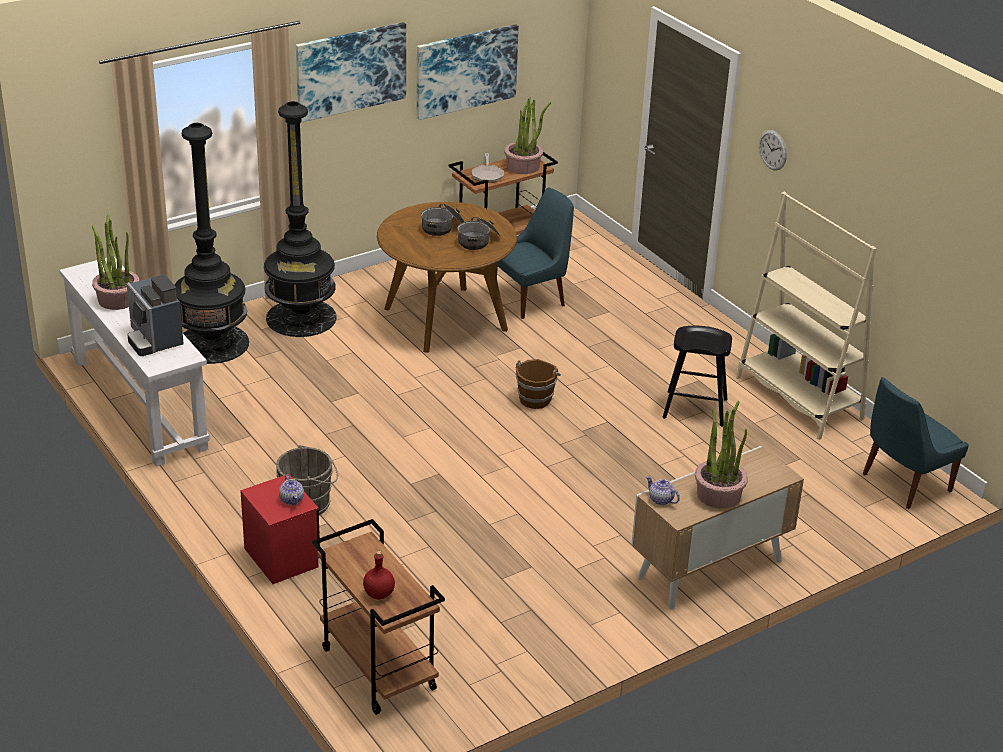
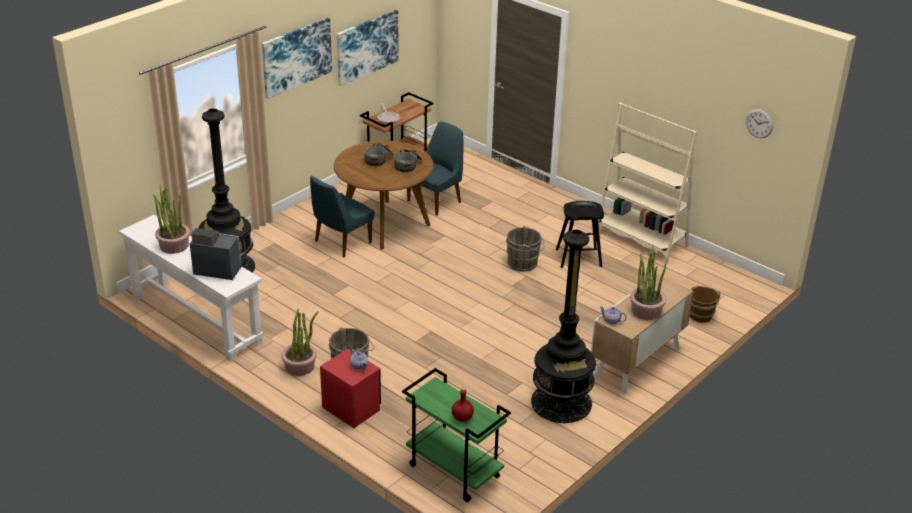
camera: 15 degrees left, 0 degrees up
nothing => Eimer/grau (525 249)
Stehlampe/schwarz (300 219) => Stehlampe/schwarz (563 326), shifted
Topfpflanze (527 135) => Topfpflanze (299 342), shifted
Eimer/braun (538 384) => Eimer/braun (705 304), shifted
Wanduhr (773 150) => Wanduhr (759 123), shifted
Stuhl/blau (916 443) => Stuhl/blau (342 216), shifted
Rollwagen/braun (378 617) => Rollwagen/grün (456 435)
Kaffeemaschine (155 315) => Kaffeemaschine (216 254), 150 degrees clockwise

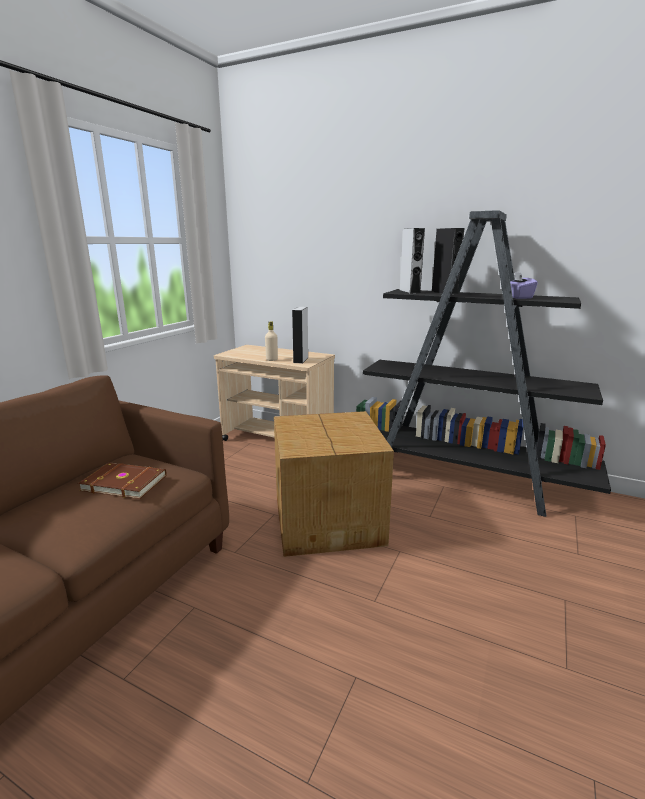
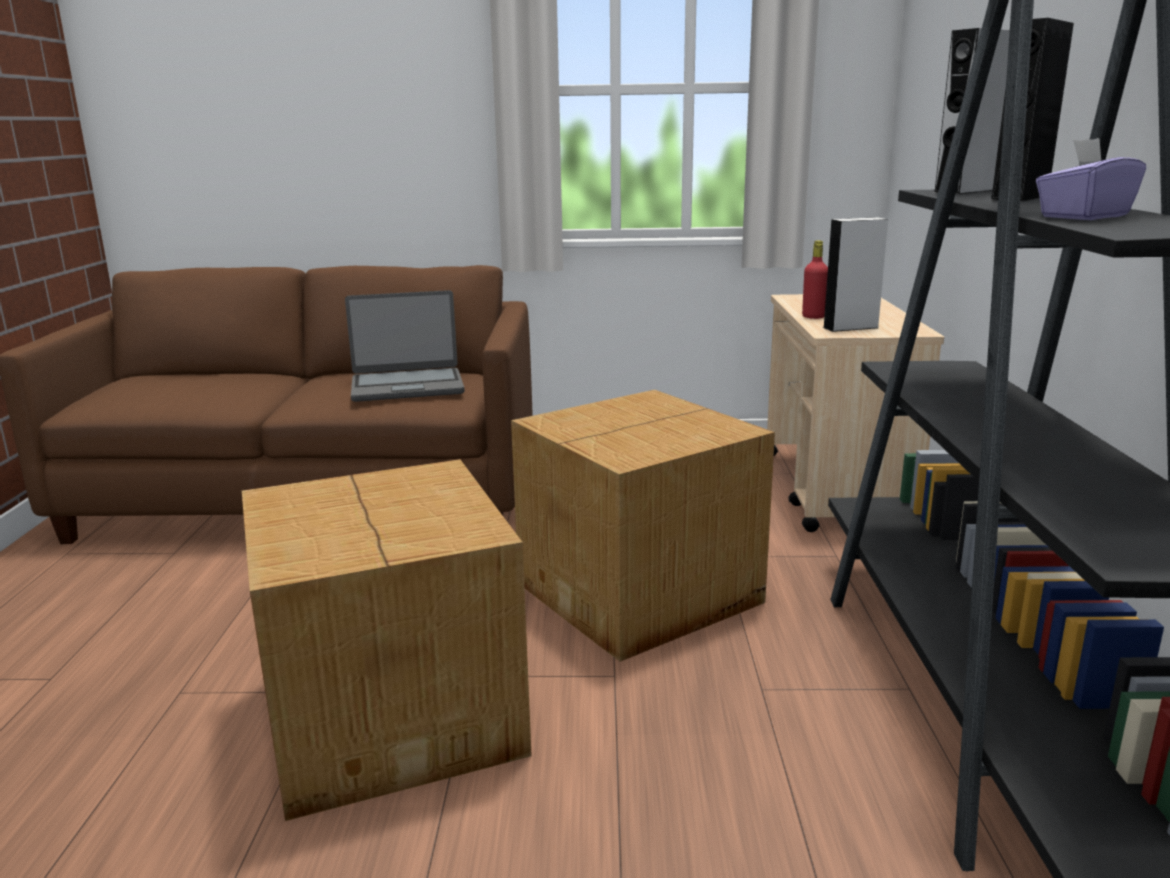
camera: 65 degrees right, 0 degrees up
nothing => Karton (387 640)
Buch/braun (122 480) => Laptop (405 346)
Flasche/beige (271 341) => Flasche/rot (815 279)

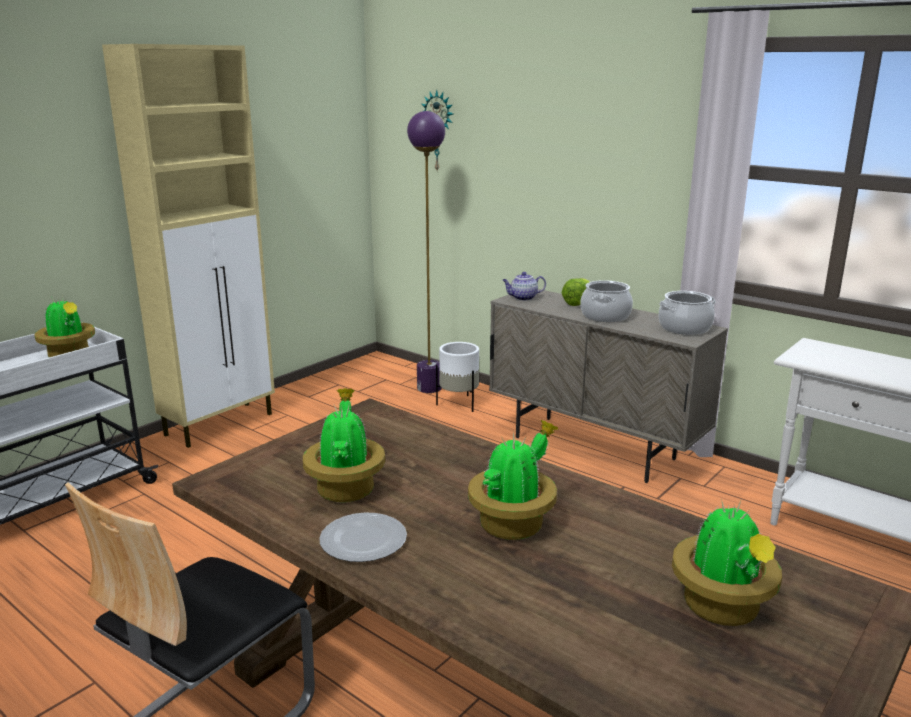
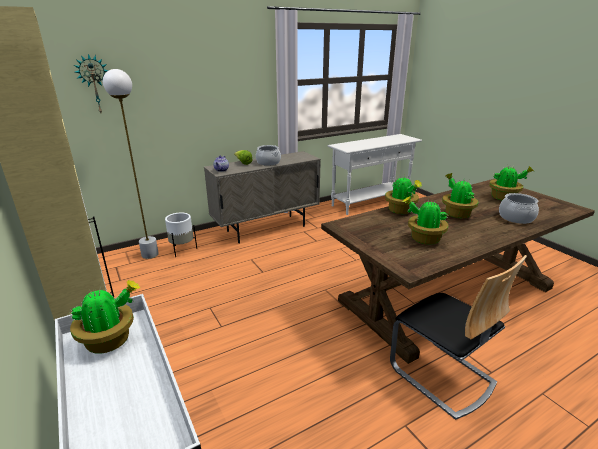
camera: 70 degrees left, 5 degrees up
Teller (363 537) => nothing
nothing => Topfpflanze (403 195)
Kochtopf (687 313) => Kochtopf (519 208), shifted
Stehlampe/lila (426 252) => Stehlampe/weiß (131 164)

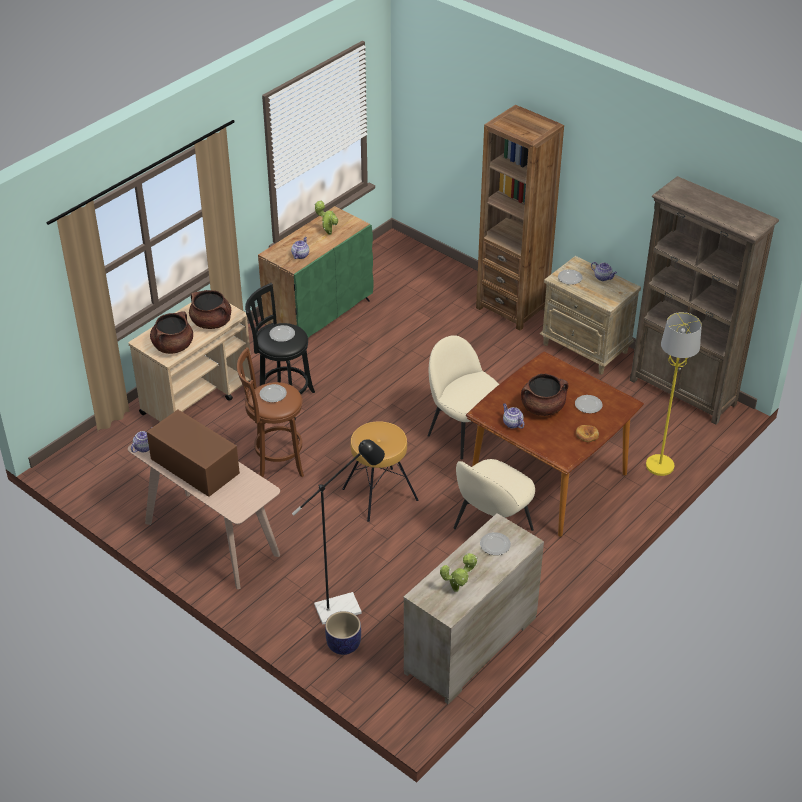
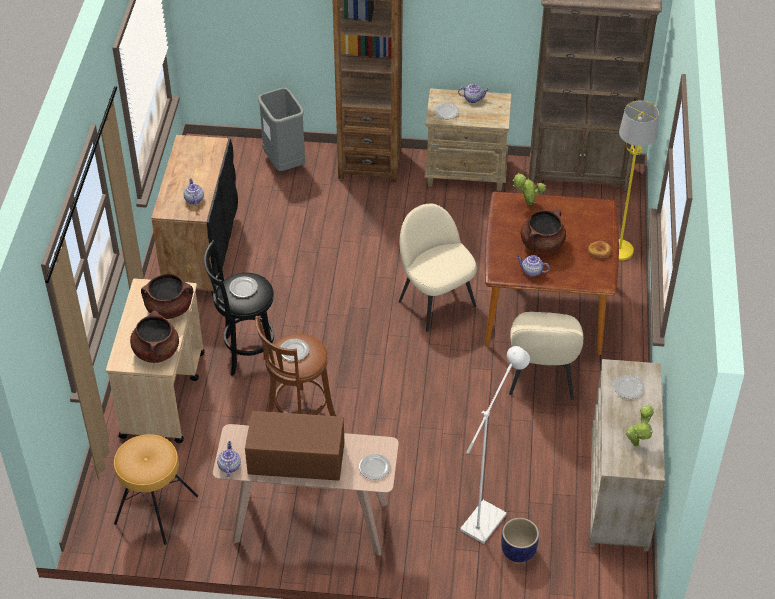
camera: 35 degrees left, 5 degrees up
nothing => Mülleimer/grau (281 129)
Topfpflanze (326 217) => Topfpflanze (529 189), shifted
Hocker/braun (380 471) => Hocker/braun (156 489), shifted
Teller (588 404) => Teller (375 467), shifted
Schrank/grün (315 271) => Schrank/schwarz (194 215)
Stehlampe/schwarz (338 532) => Stehlampe/weiß (495 445)
Stuhl/beige (463 397) => Stuhl/beige (438 268), 45 degrees clockwise

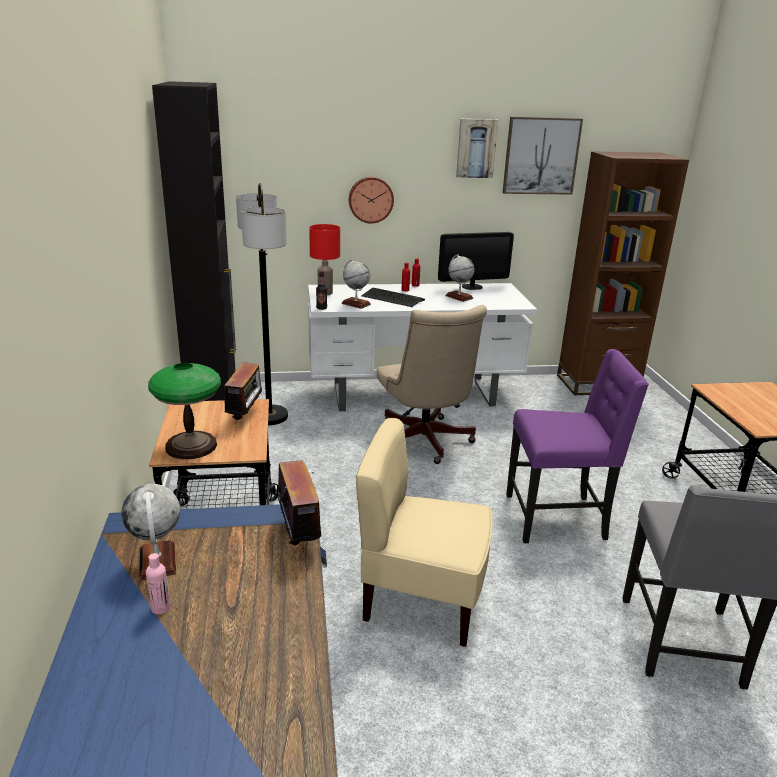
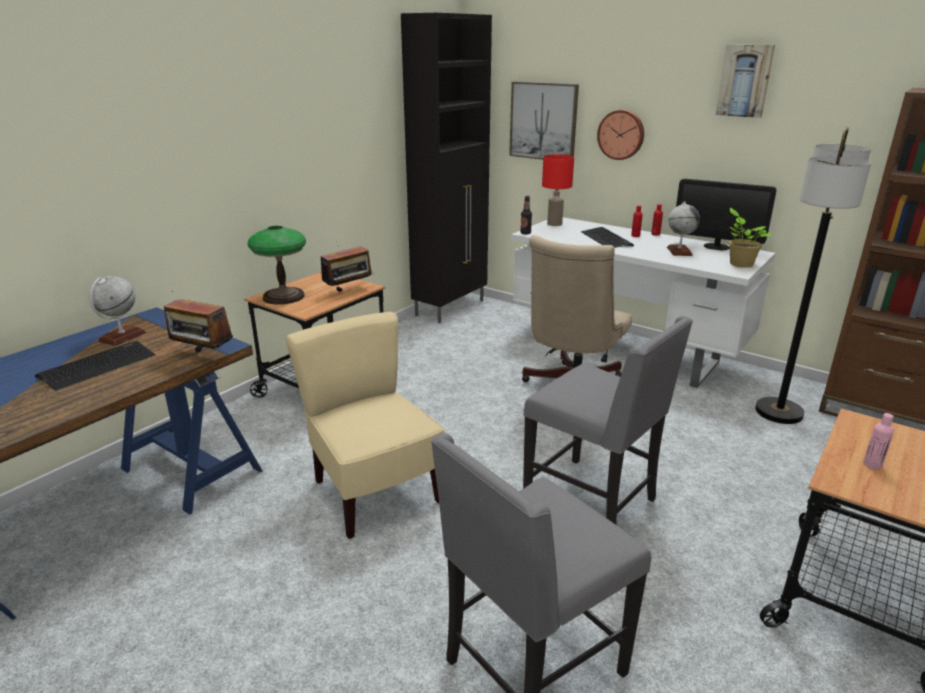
camera: 45 degrees right, 0 degrees up
Globus (356 284) => nothing
nothing => Tastatur (95 366)
nothing => Topfpflanze (751 238)
Flasche/rosa (158 583) => Flasche/rosa (878 441), shifted
Stehlampe (262 304) => Stehlampe (813 275), shifted
Bild (542 155) => Bild (544 121), shifted
Stuhl/lila (577 446) => Stuhl/grau (608 420)
Radio (301 506) => Radio (198 321), 90 degrees clockwise

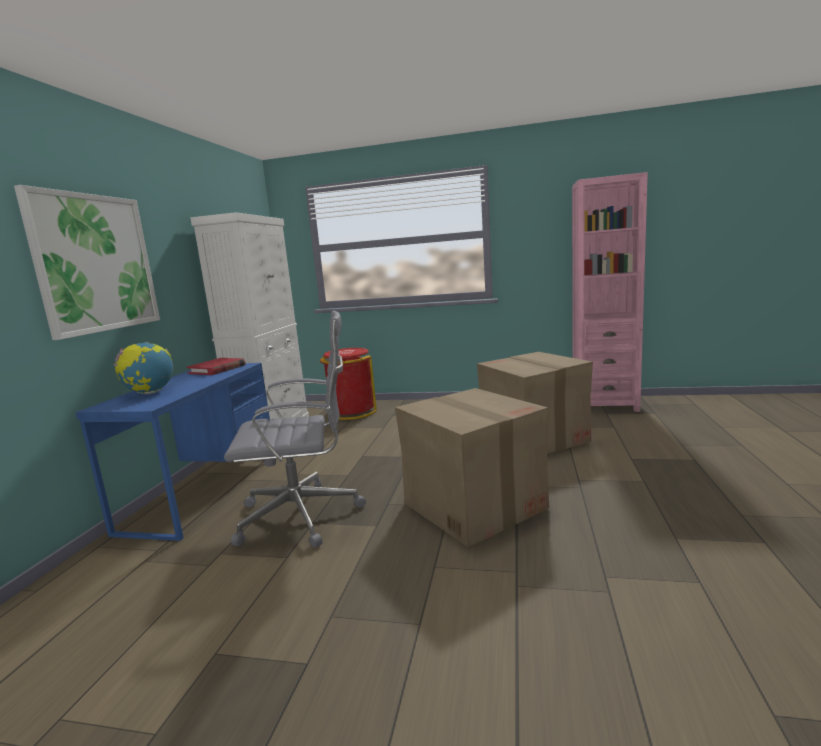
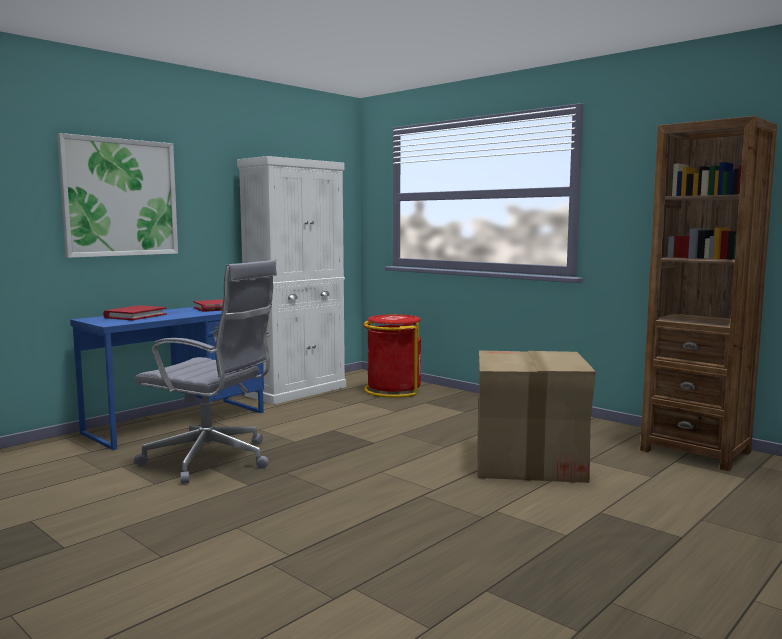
camera: 30 degrees right, 5 degrees down
Karton (472 467) => nothing
Globus (143 368) => Buch/rot (135 312)
Bücherregal/rosa (610 292) => Bücherregal/braun (708 293)

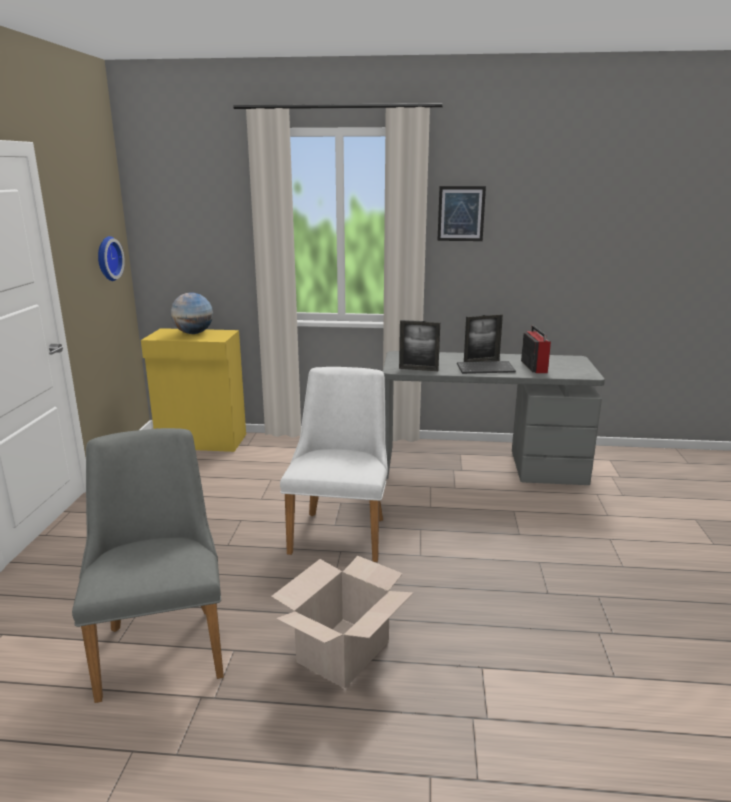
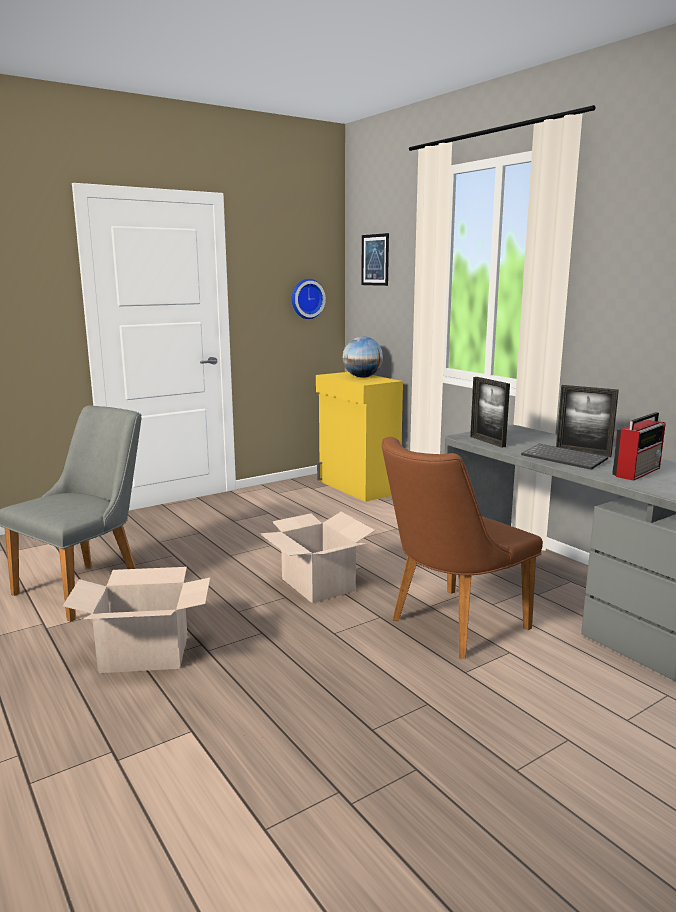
camera: 50 degrees right, 5 degrees down
nothing => Stuhl/braun (462 548)
Bild (461 213) => Bild (375 259), shifted
Stuhl/weiß (334 464) => Karton (317 557)

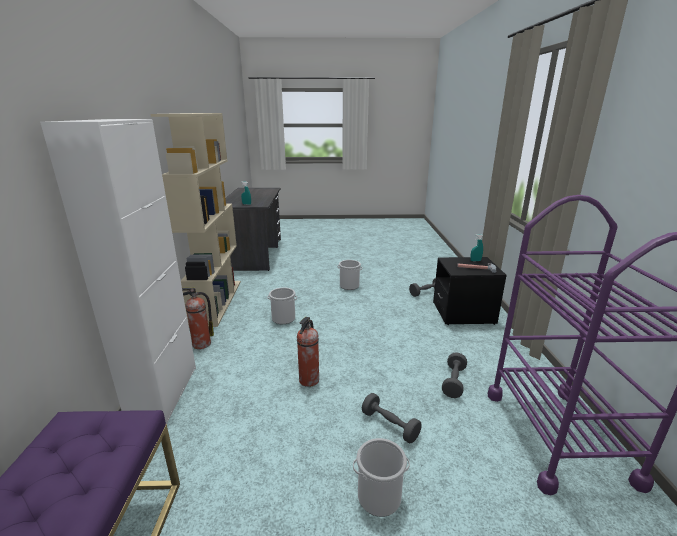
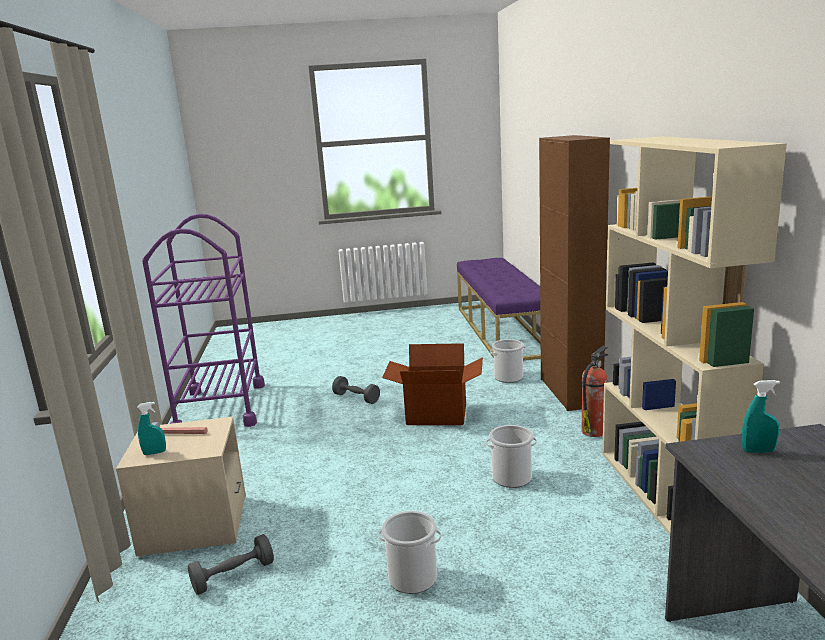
camera: 175 degrees right, 5 degrees down
Hantel/grau (454 375) => nothing
Eimer (381 477) => Eimer (508 361), shifted
Feuerlöscher (308 352) => Karton (432 384)
Schrank/weiß (118 271) => Schrank/braun (574 273)
Nachttisch/schwarz (470 291) => Nachttisch/beige (181 487)

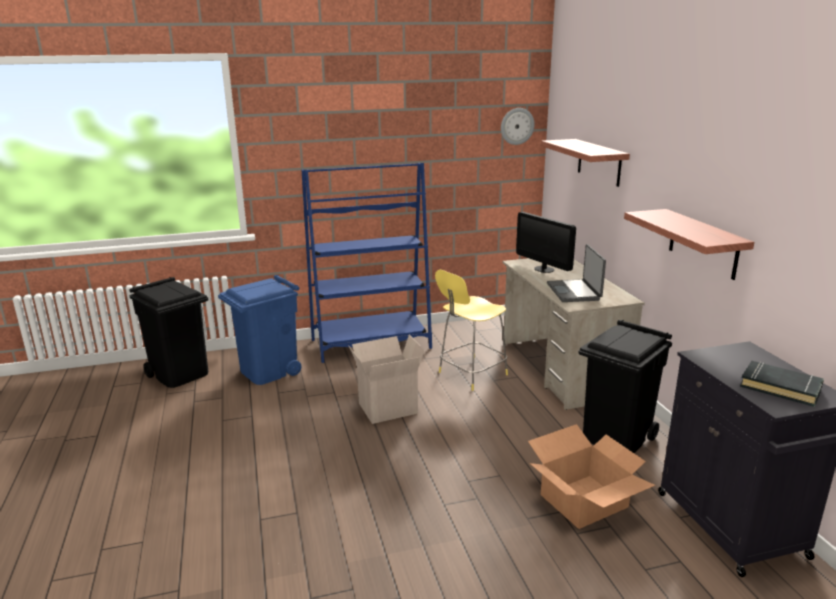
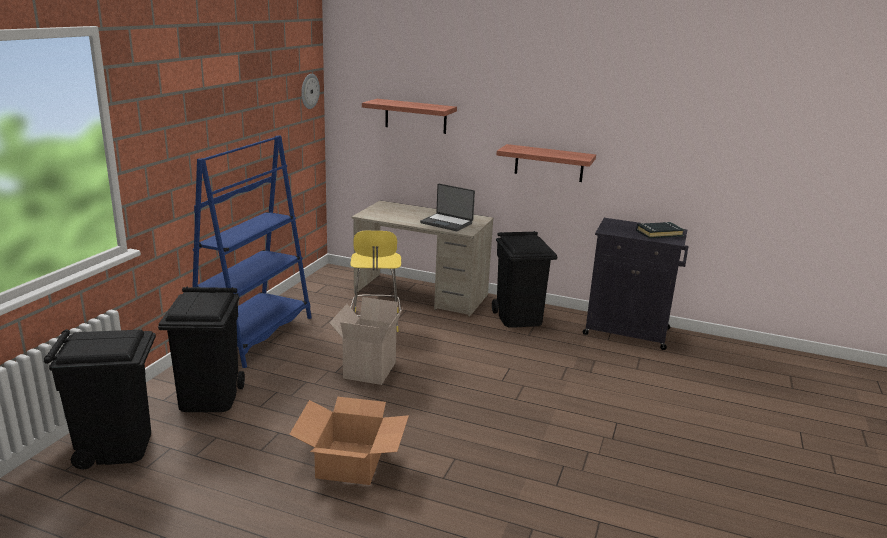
camera: 55 degrees left, 0 degrees up
Monitor (546 242) => nothing
Karton (591 476) => Karton (349 441), shifted
Mülleimer/blau (259 330) => Mülleimer/schwarz (201 349)

